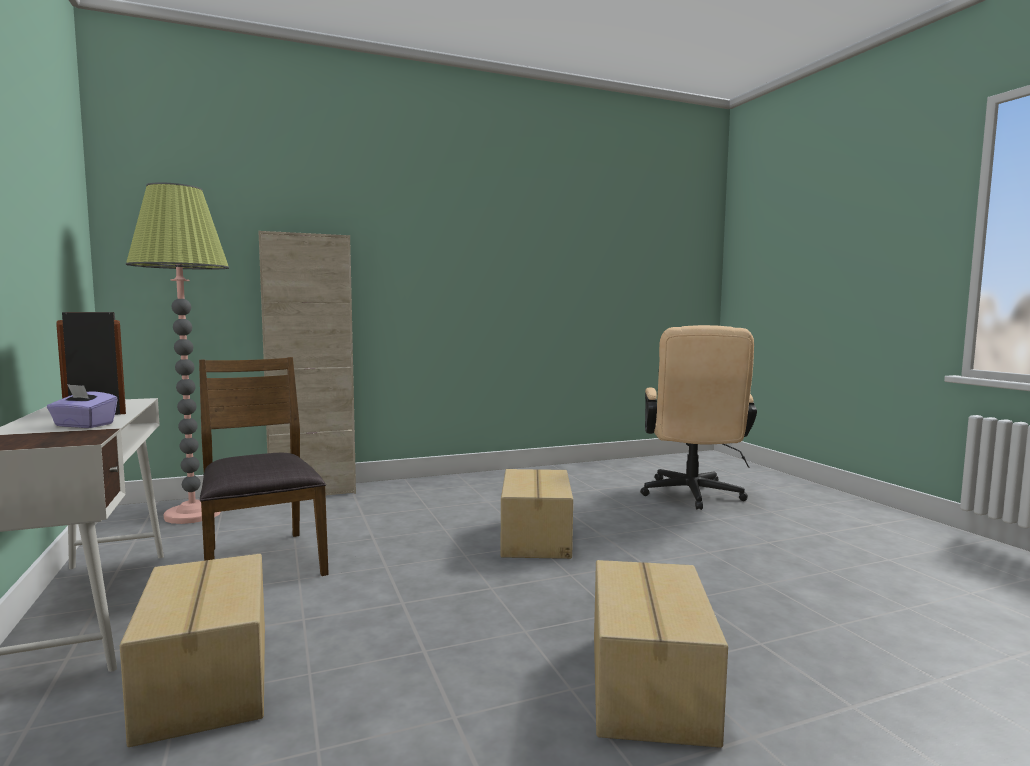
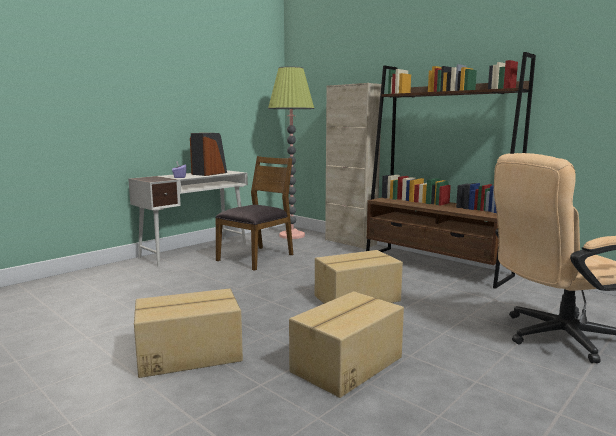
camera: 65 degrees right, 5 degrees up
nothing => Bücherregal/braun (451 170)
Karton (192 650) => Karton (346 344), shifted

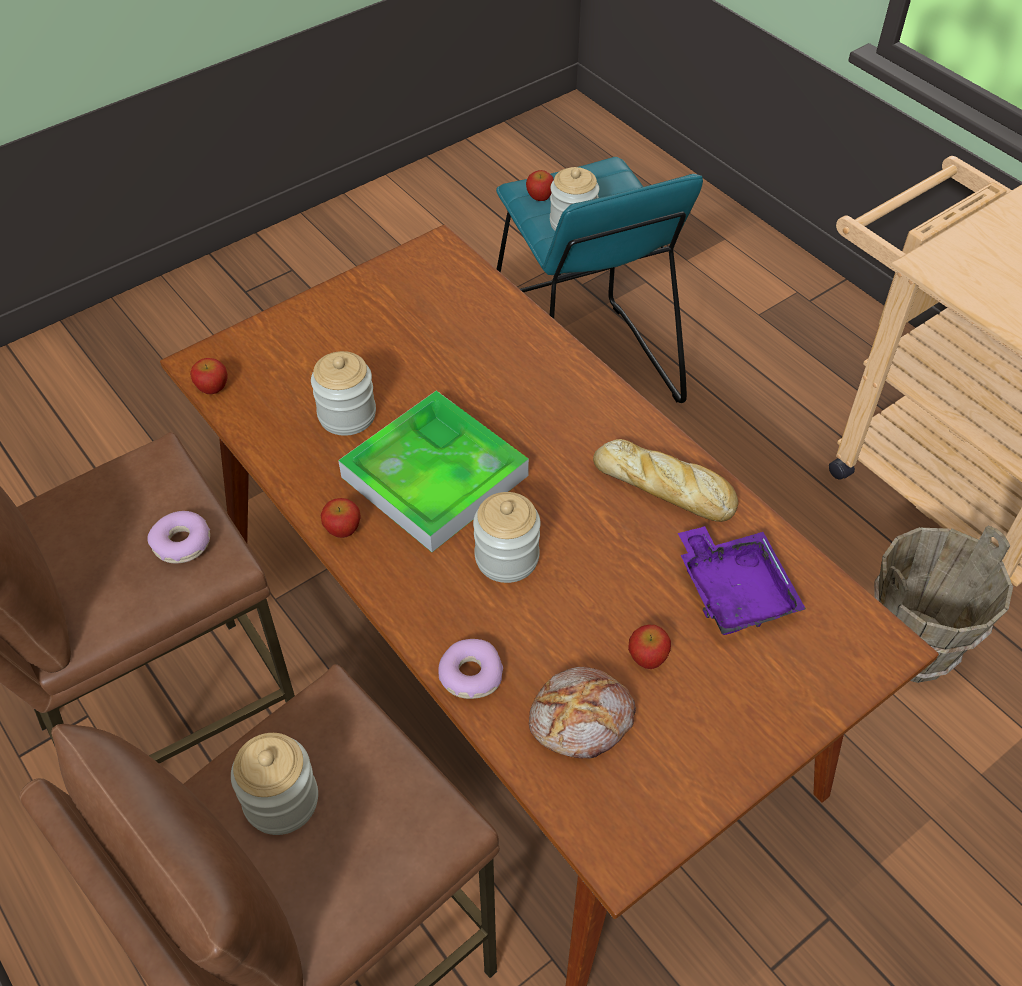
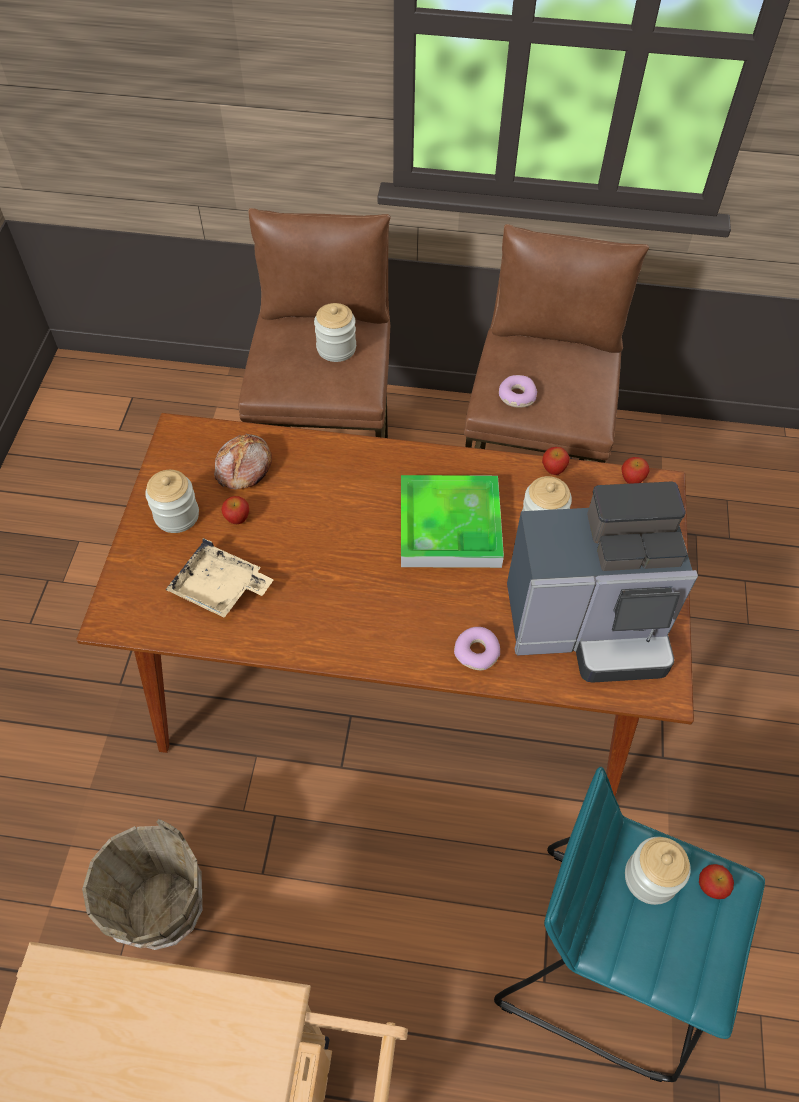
camera: 135 degrees right, 5 degrees up
Brot (665 480) => nothing
nothing => Kaffeemaschine (602 582)
Apfel (341 518) => Apfel (556 461), shifted
Donut (471 669) => Donut (477 648), shifted
Vorratsglas (506 537) => Vorratsglas (172 501), shifted
Tablett/lila (742 580) => Tablett/beige (219 578)

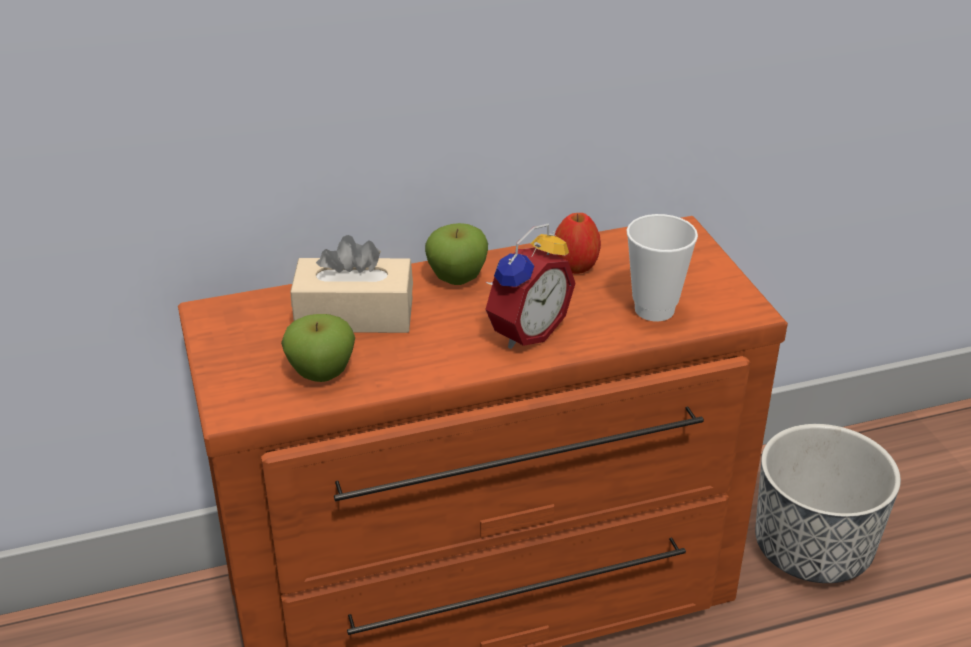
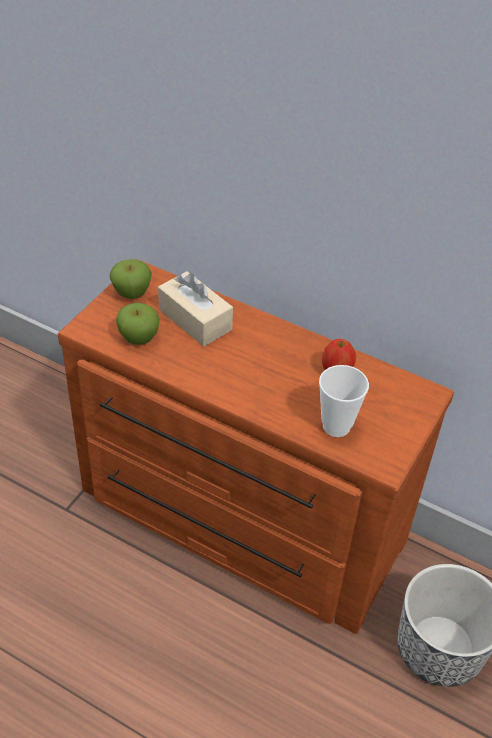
camera: 45 degrees right, 10 degrees up
Wecker (530 286) => nothing
Apfel (456 254) => Apfel (131 279), shifted

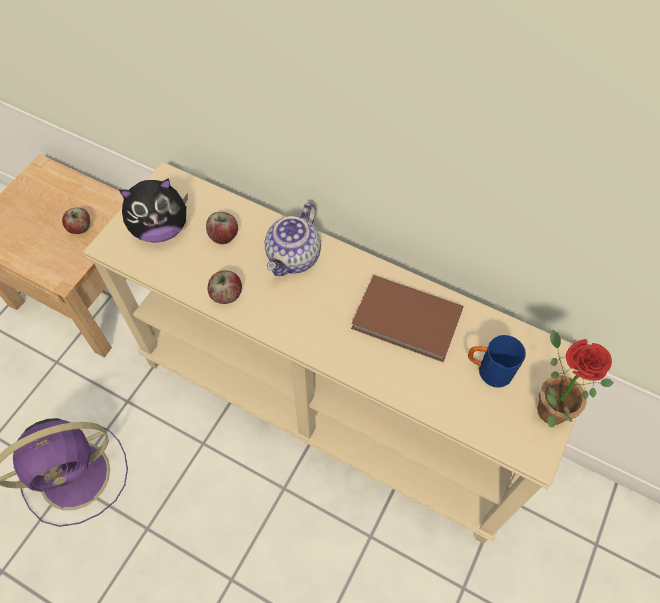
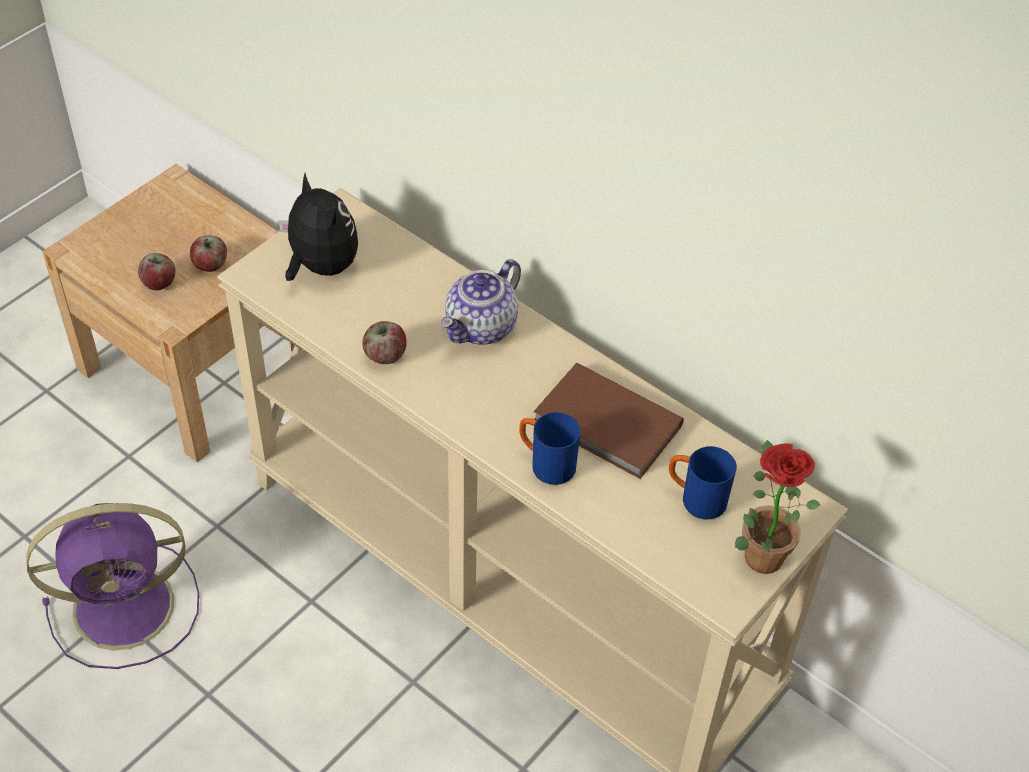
camera: 10 degrees right, 10 degrees down
nothing => Henkelbecher/blau (550 448)
Apfel (222 228) => Apfel (156 271), shifted
Plüschtier (153 210) => Plüschtier (318 227), 120 degrees counterclockwise

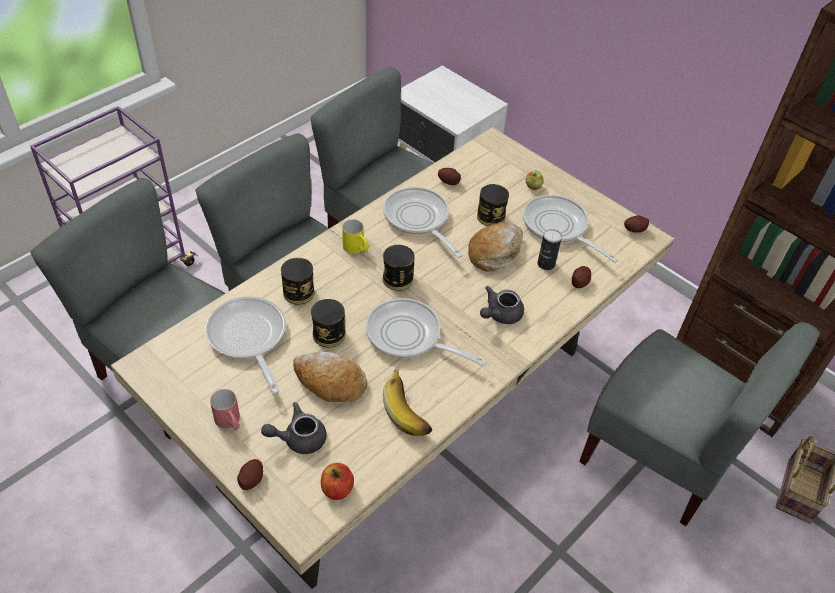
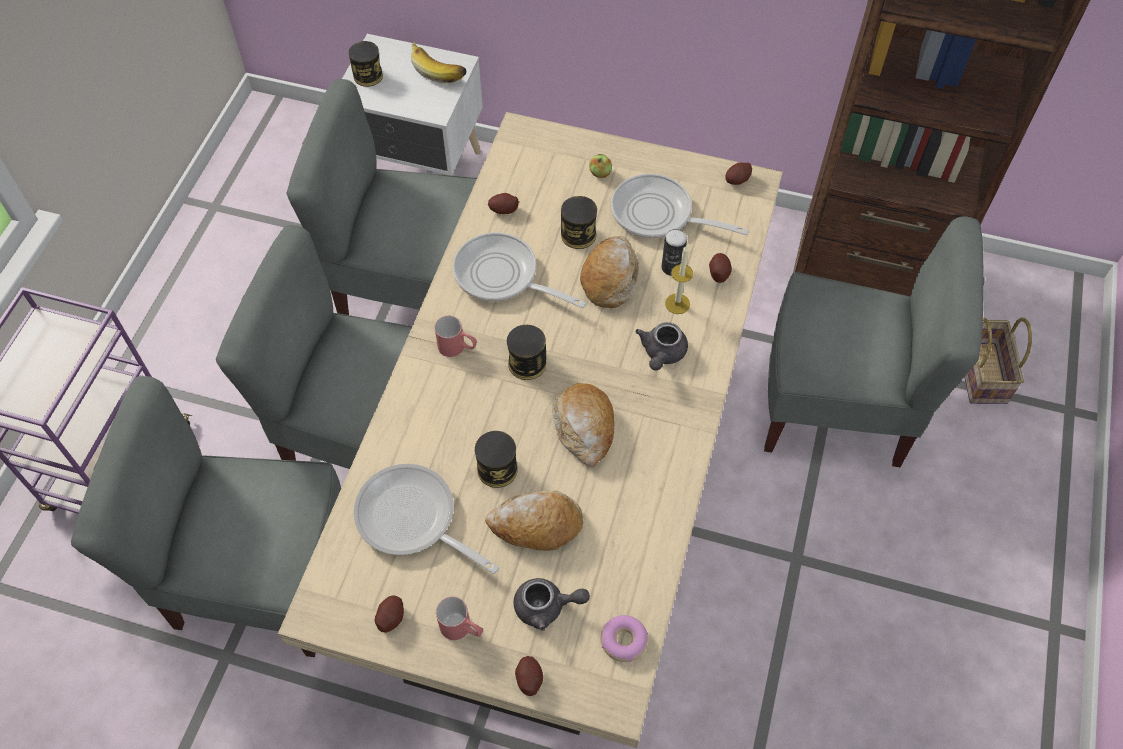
camera: 25 degrees left, 10 degrees up
nothing => Kartoffel (389 614)
nothing => Kerze (679 279)
Dose (298 281) => Dose (366 64), shifted
Banane (407 402) => Banane (439 63), shifted
Apfel (337 481) => Donut (624 638)
Pfanne (426 332) => Brot (583 425)
Henkelbecher/gelb (355 236) => Henkelbecher/rot (455 336)
Teekanne/grau (294 428) => Teekanne/grau (552 604), 135 degrees counterclockwise

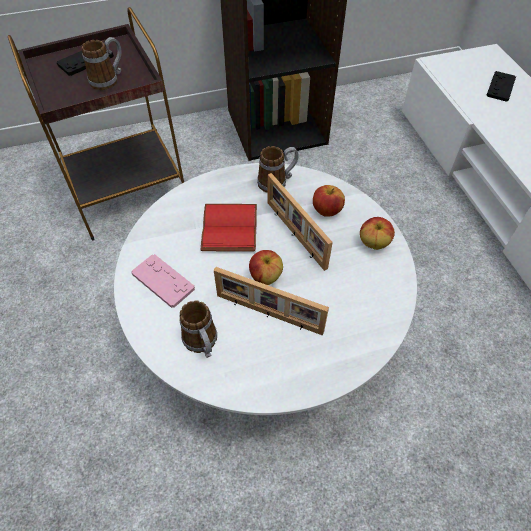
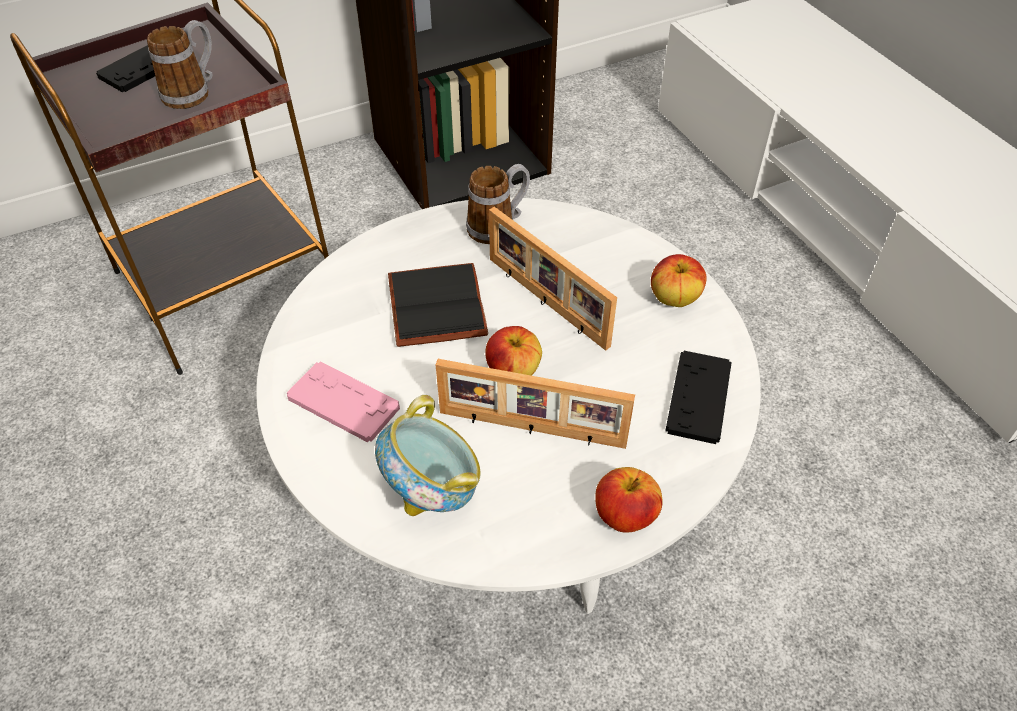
camera: 10 degrees left, 5 degrees down
Apfel (329 201) => Apfel (629 499), shifted
Gamepad/schwarz (501 86) => Gamepad/schwarz (698 397), shifted
Henkelbecher (198 329) => Schüssel (428 455)
Buch/rot (229 228) => Buch/schwarz (438 305)

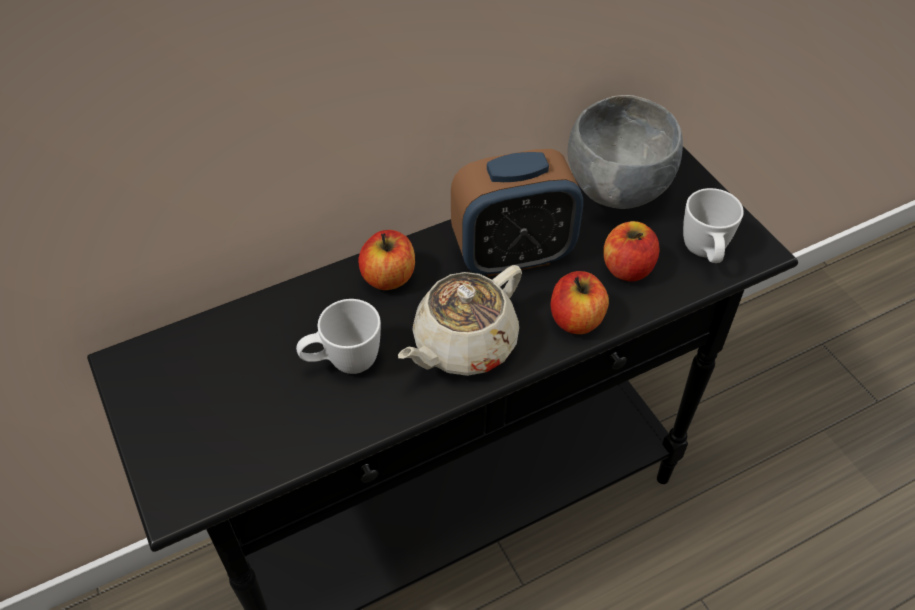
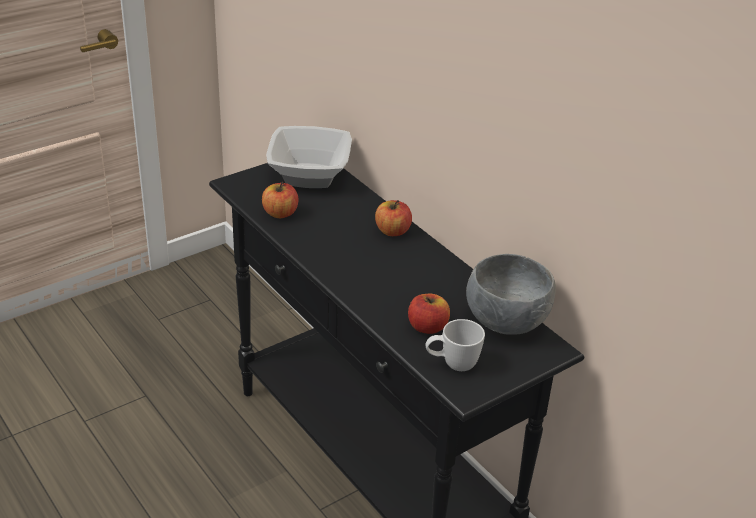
camera: 80 degrees right, 15 degrees down
Henkelbecher/weiß (338 336) => nothing
Teekanne/beige (460 320) => nothing
Wecker (517 213) => nothing
nothing => Schüssel (309 157)
Apfel (580 302) => Apfel (280 200), shifted

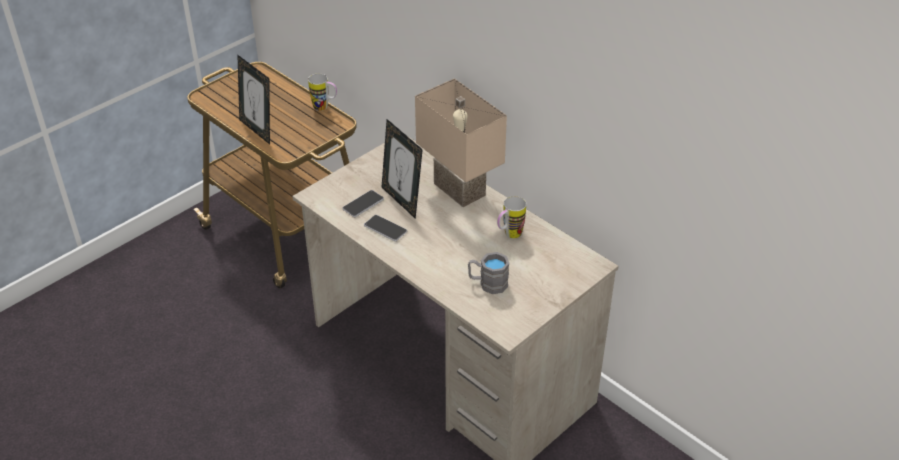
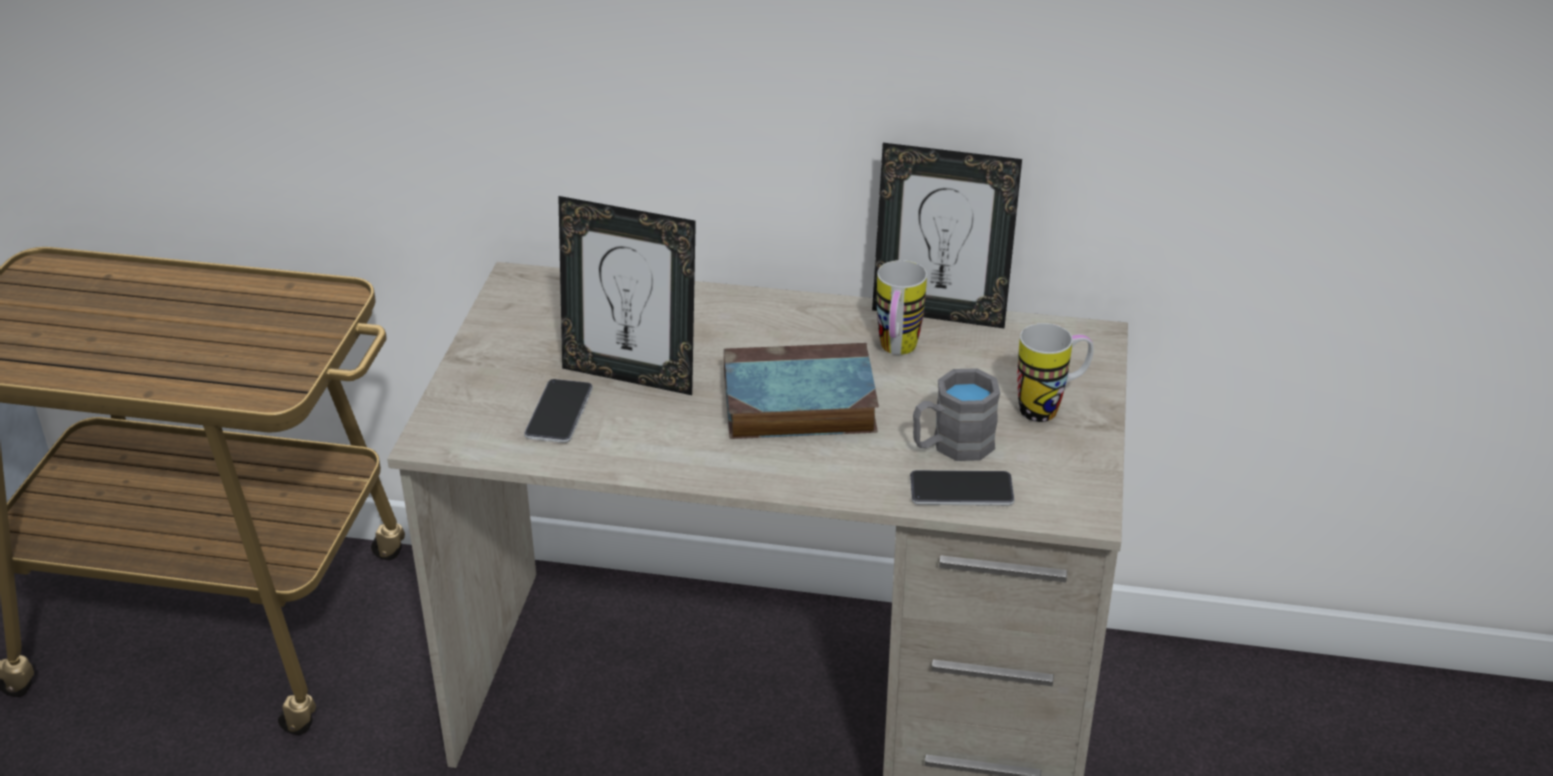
camera: 35 degrees left, 5 degrees down
Tischlampe/beige (461 142) => nothing
nothing => Buch (801 391)
Bilderrahmen (253 99) => Bilderrahmen (947 235), shifted
Henkelbecher (322 92) => Henkelbecher (1055 372), shifted
Handy (385 228) => Handy (962 488), shifted

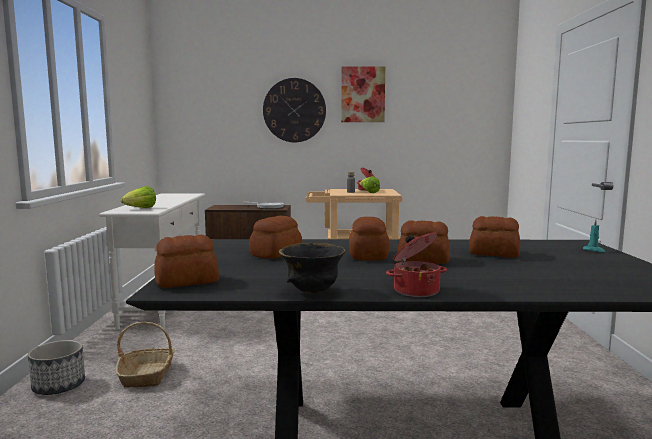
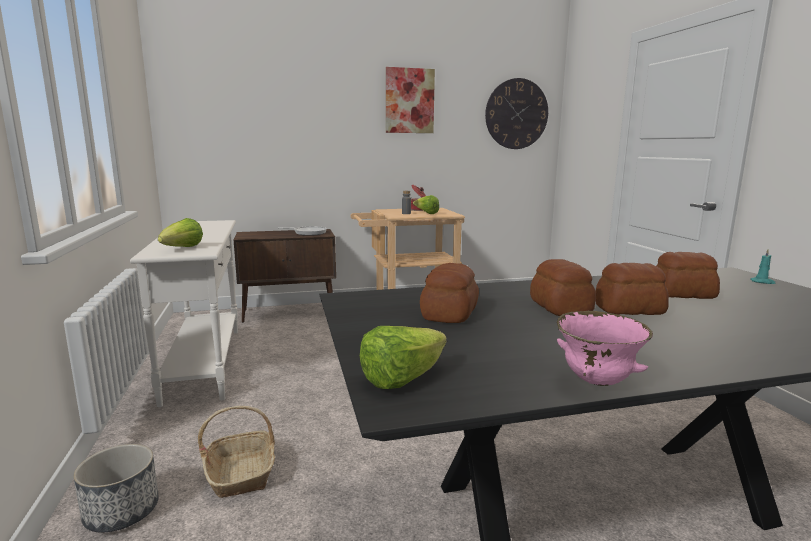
camera: 15 degrees left, 5 degrees up
Kochtopf (416 264) => nothing
Wanduhr (294 110) => Wanduhr (516 113), shifted
Brot (186 261) => Salatkopf (403 357)
Schüssel/schwarz (312 268) => Schüssel/rosa (605 348)

